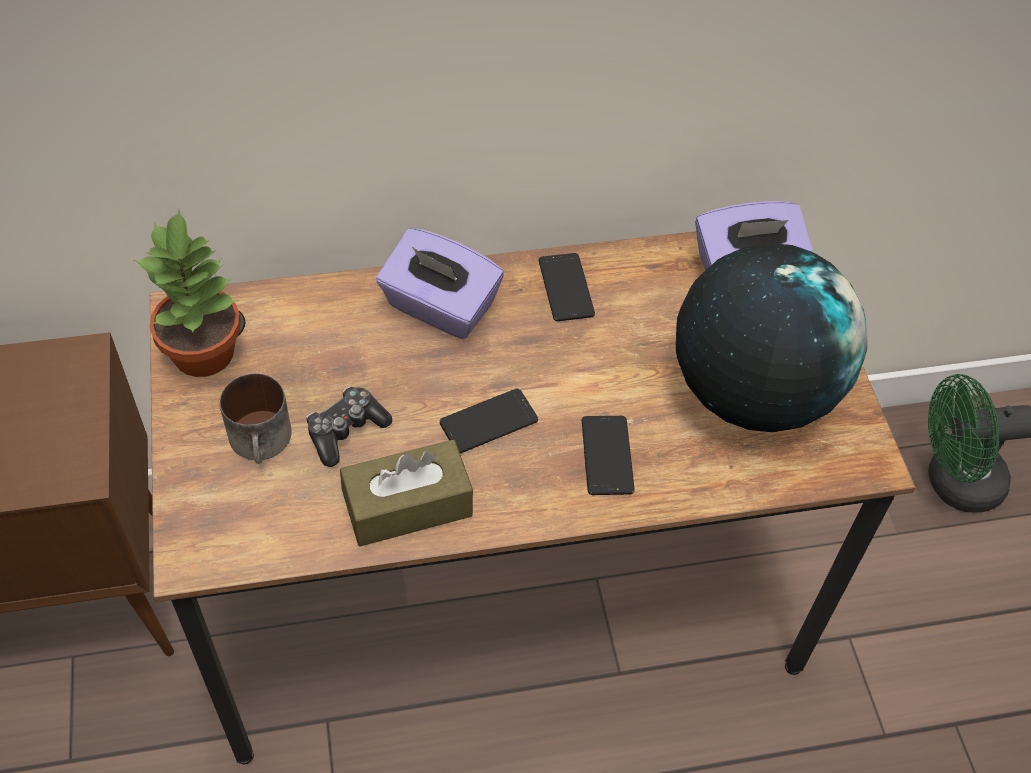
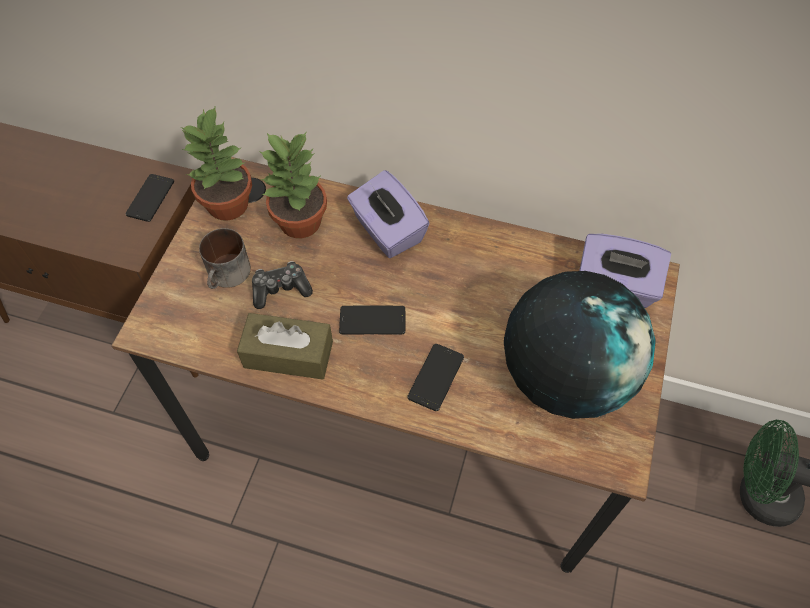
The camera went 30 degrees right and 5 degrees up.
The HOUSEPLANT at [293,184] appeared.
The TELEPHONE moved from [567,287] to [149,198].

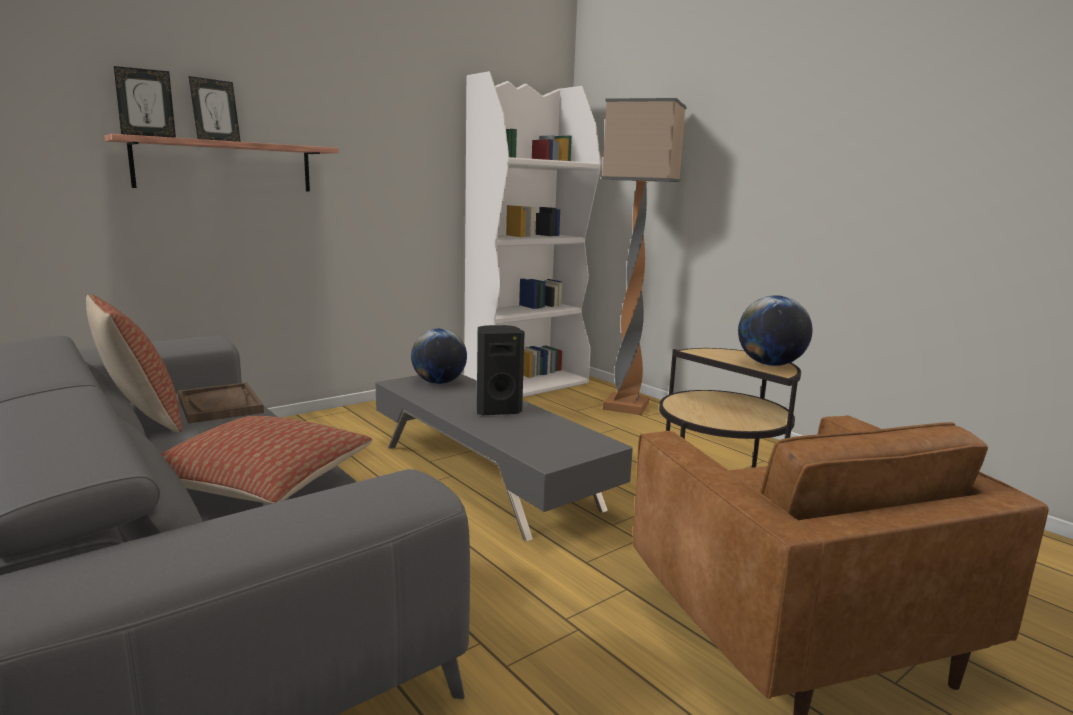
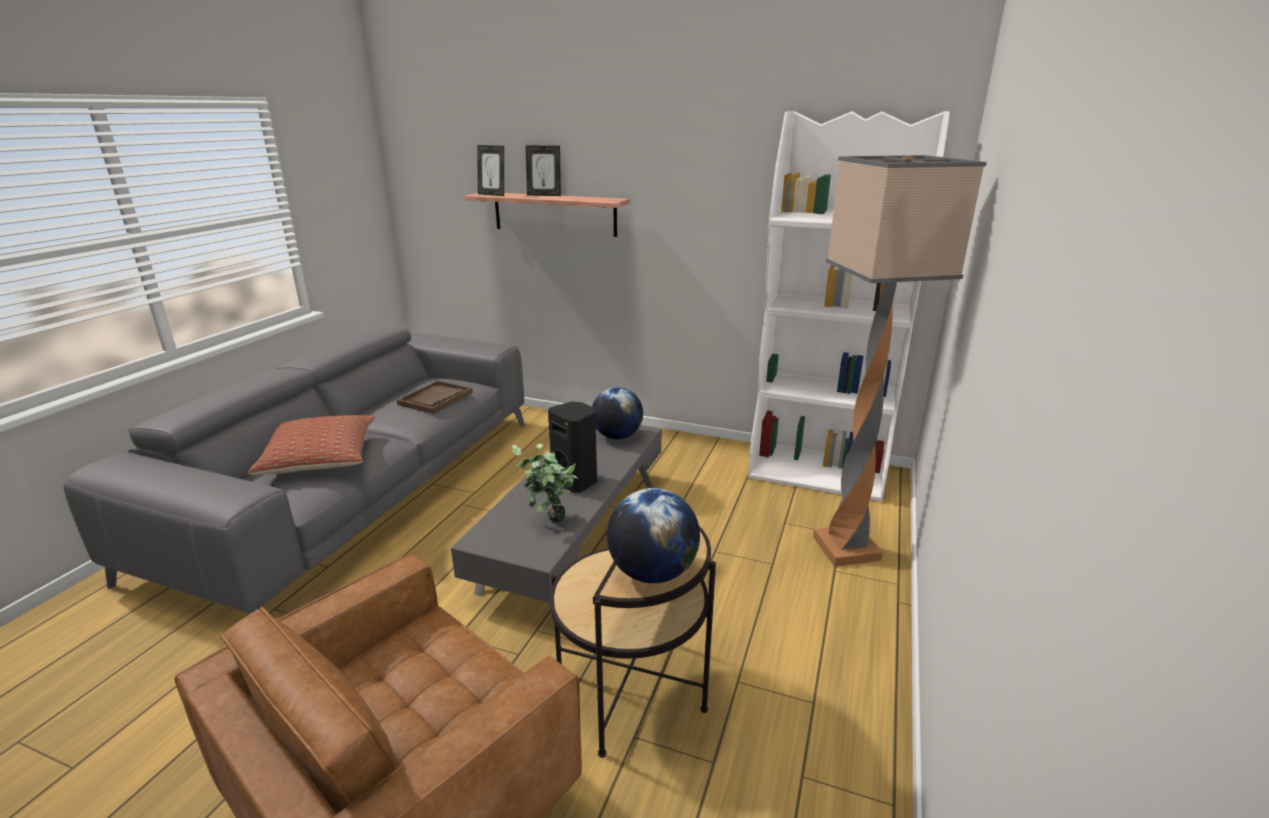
The camera went 60 degrees right and 10 degrees up.
The CUSHION at [134,363] disappeared.
The HOUSEPLANT at [546,483] appeared.

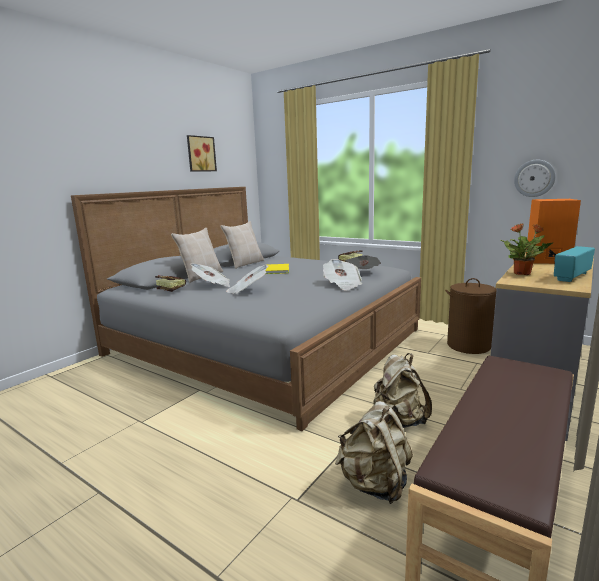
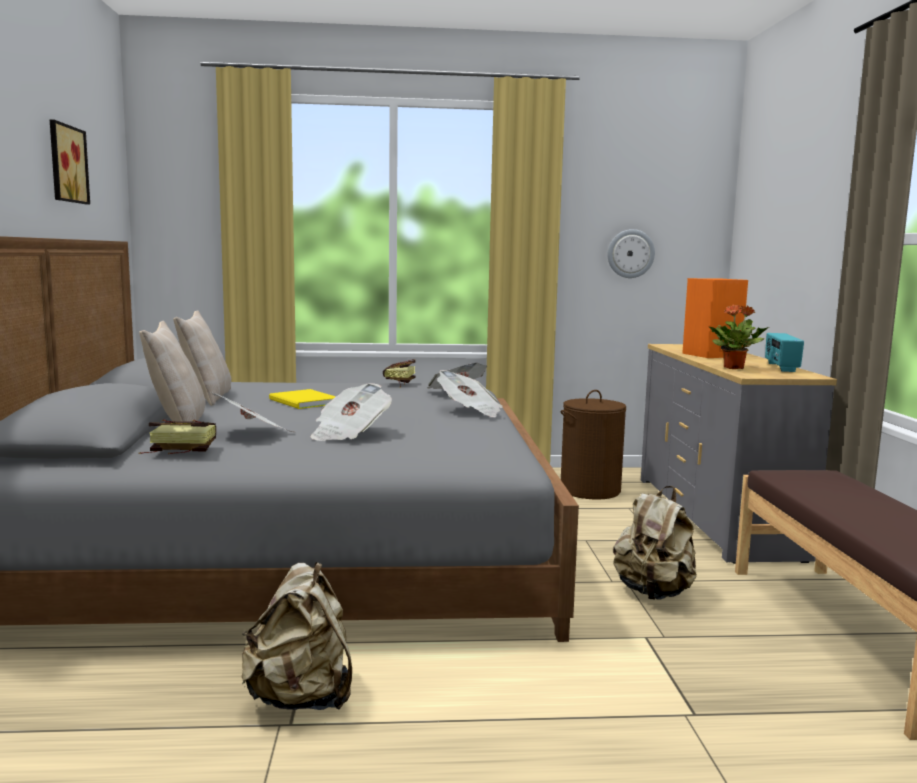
The camera went 40 degrees left and 5 degrees down.
The SAND-COLOURED BACKPACK moved from [374,452] to [297,636].

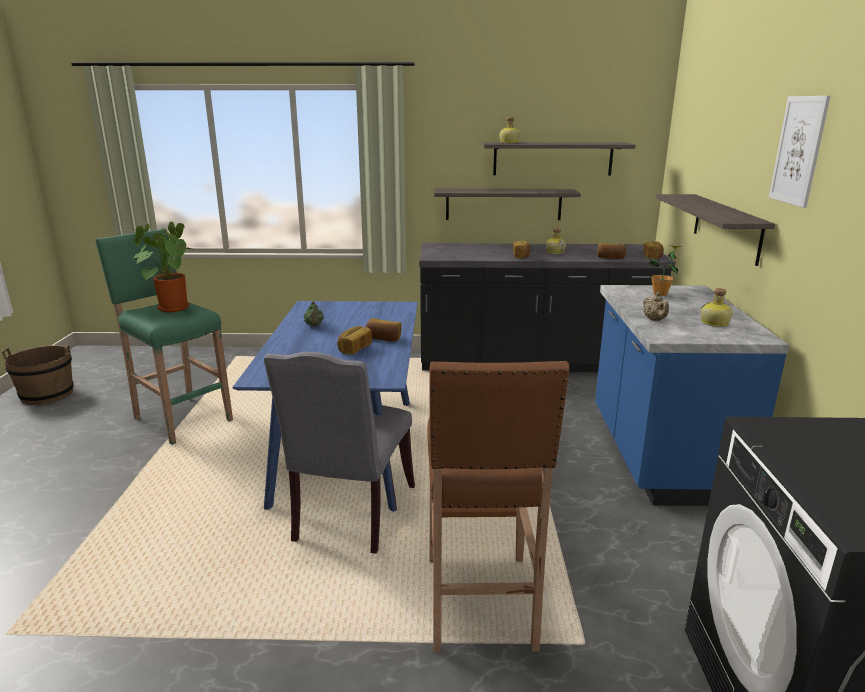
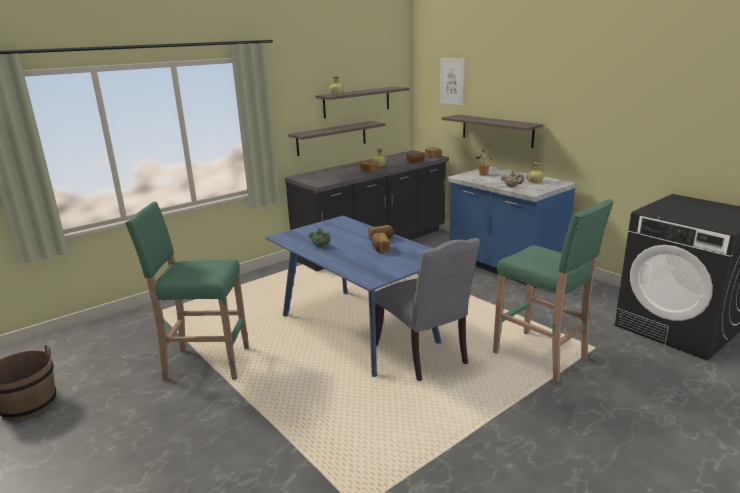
The camera went 40 degrees left and 0 degrees up.
The HOUSEPLANT at [164,267] disappeared.
The PICTURE moved from [799,152] to [452,81].
The BROWNISH STOOL at [499,507] became the GREEN STOOL at [553,290].

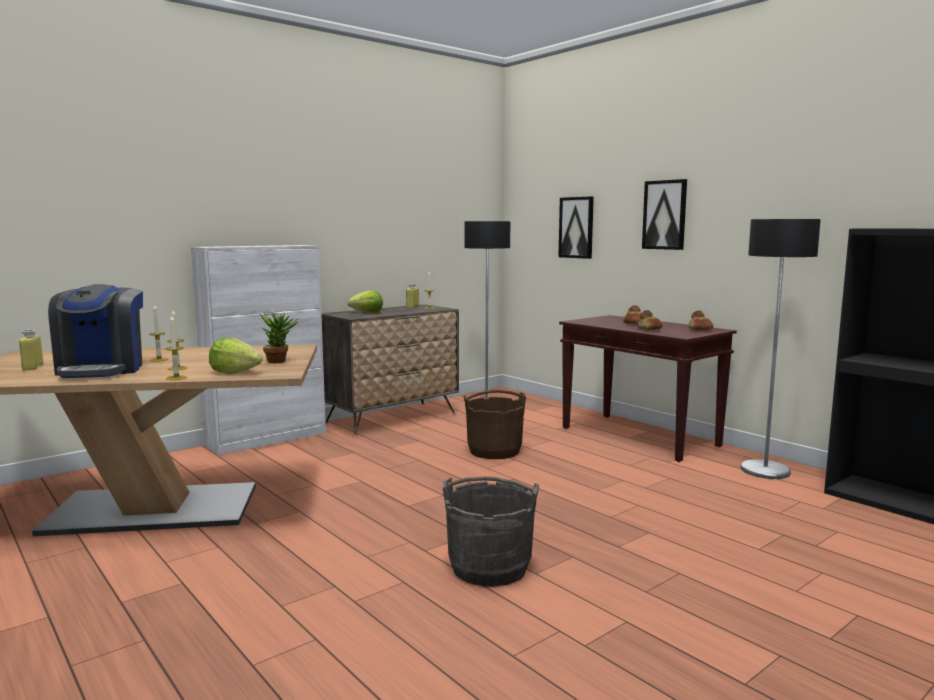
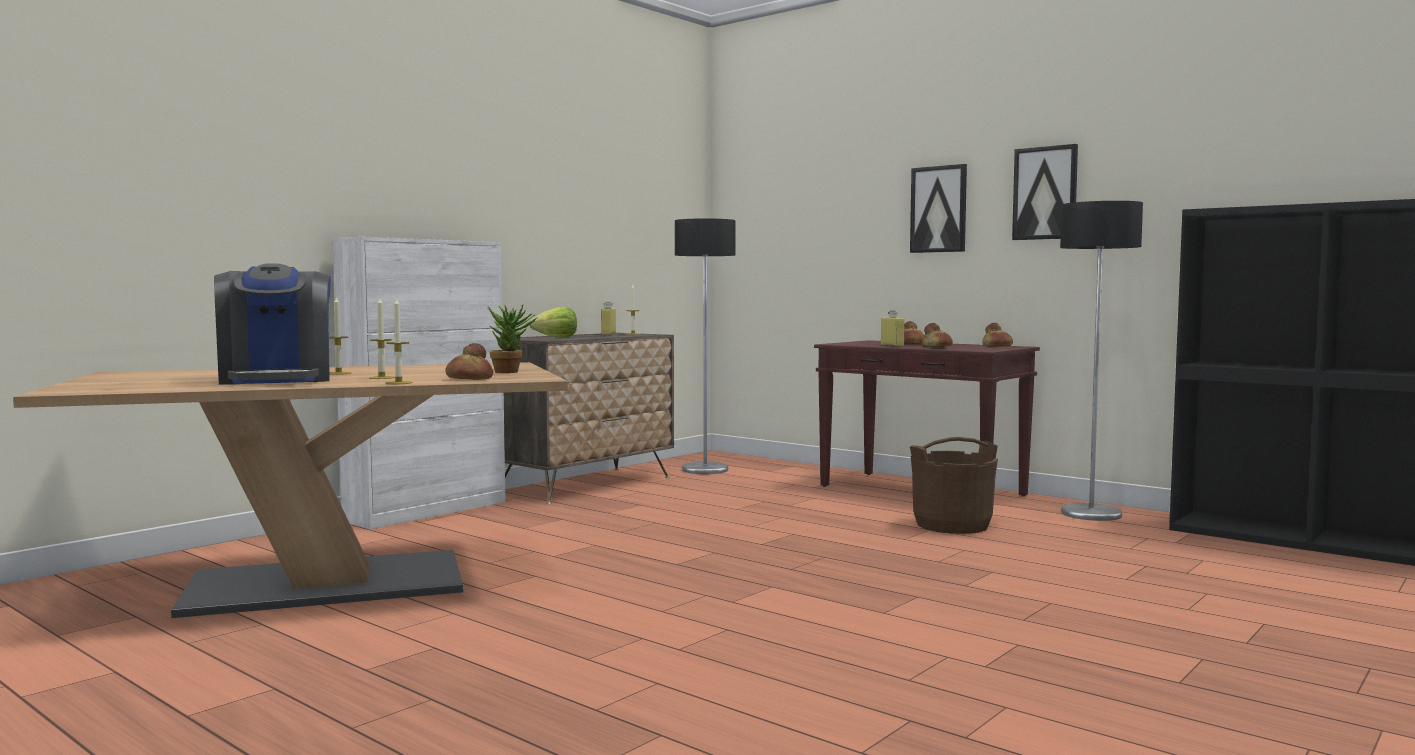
The camera went 10 degrees left and 5 degrees down.
The GREYISH BUCKET at [490,531] disappeared.
The YELLOW BEVERAGE BOTTLE moved from [31,349] to [892,328].
The BROWNISH BUCKET moved from [494,424] to [954,485].
The PICTURE moved from [576,227] to [1045,192].
The LETTUCE HEAD at [236,356] was replaced by the BREAD at [469,361].

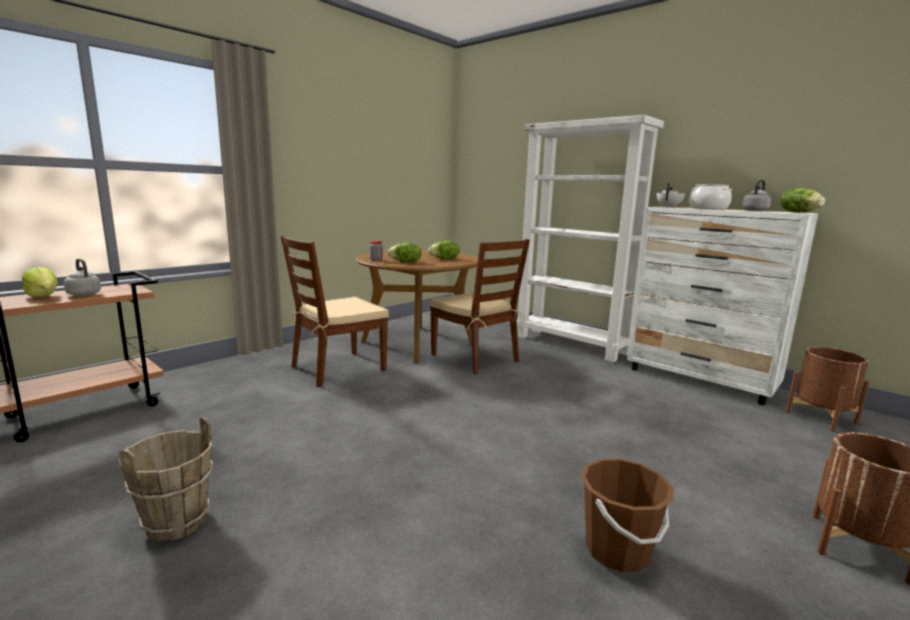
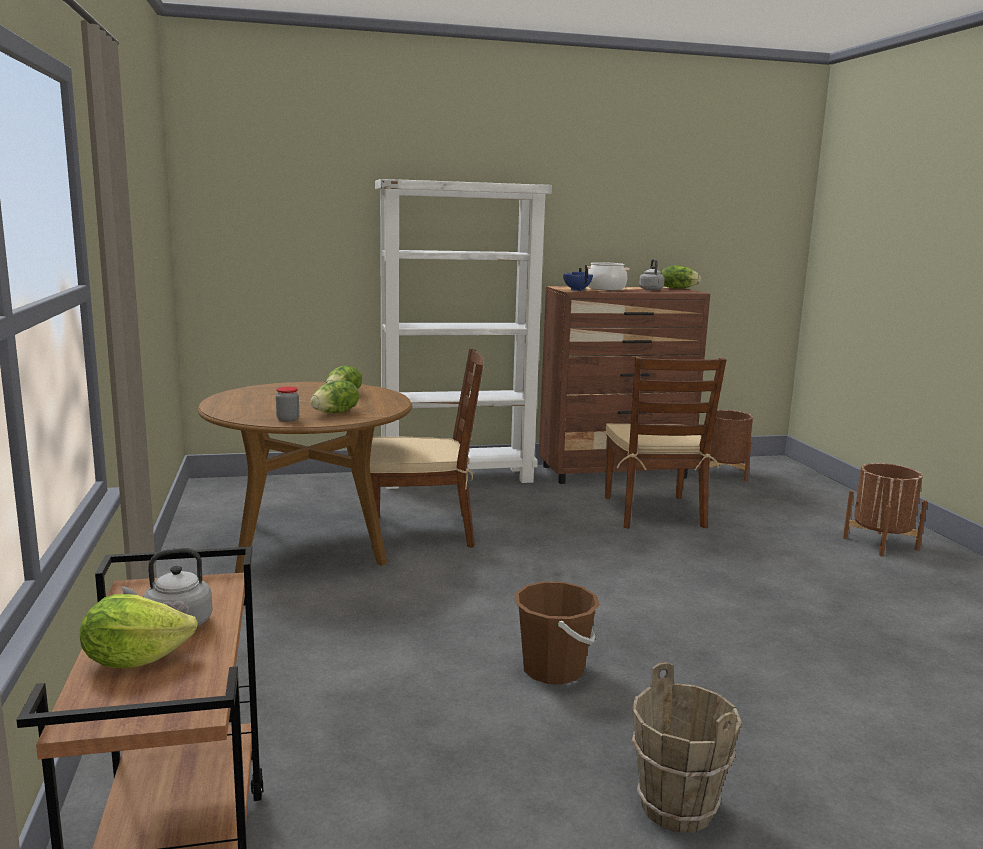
The camera went 55 degrees left and 0 degrees up.
The BROWNISH CHAIR moved from [335,311] to [665,442].
The BROWNISH BUCKET moved from [627,515] to [557,632].
The WHITE-COLOURED CHEST OF DRAWERS at [722,306] became the BROWNISH CHEST OF DRAWERS at [624,385].
The WHITE-COLOURED TEAPOT at [671,195] became the BLUE-COLOURED TEAPOT at [578,278].

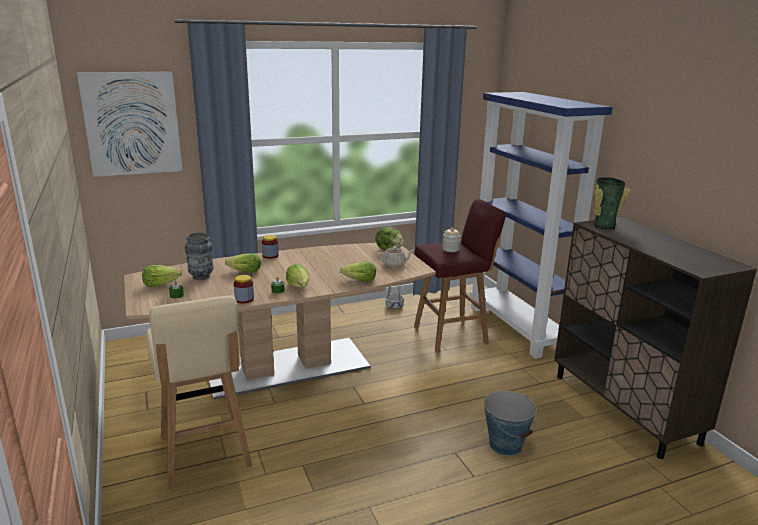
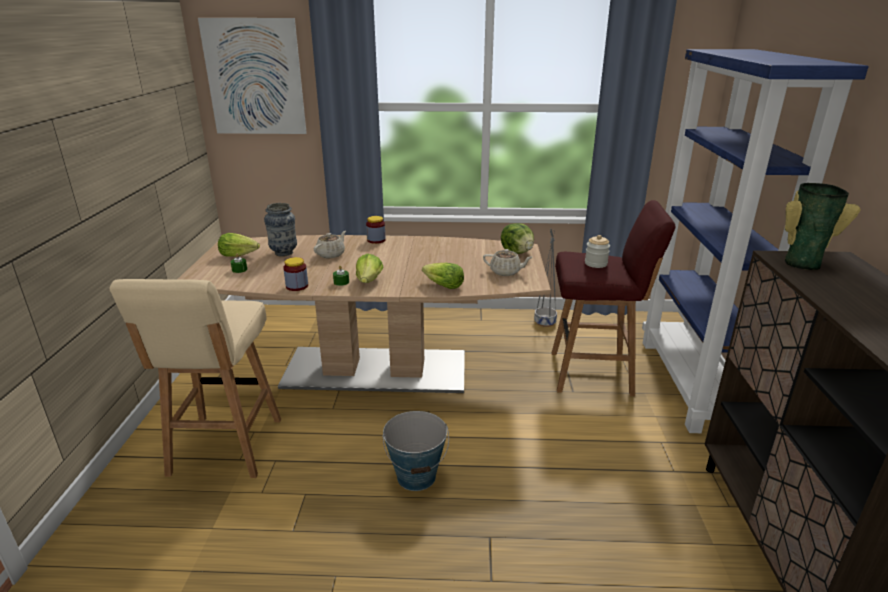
The camera went 25 degrees right and 5 degrees up.
The BUCKET moved from [510,423] to [415,451].
The LETTUCE HEAD at [243,263] was replaced by the SAND-COLOURED TEAPOT at [330,244].

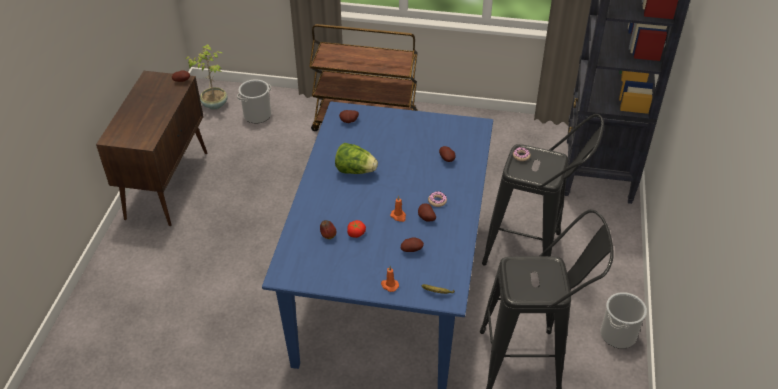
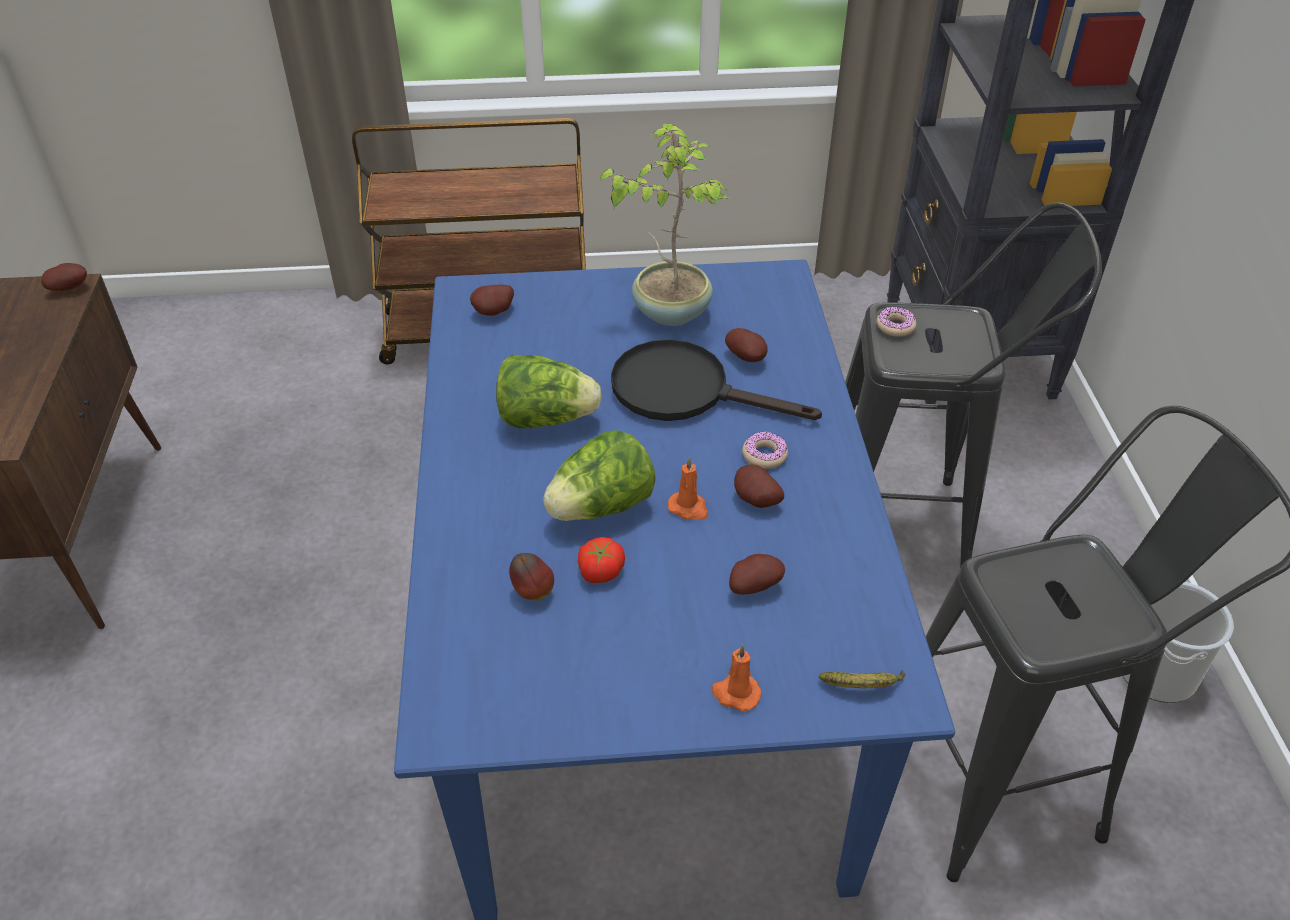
The camera went 15 degrees left and 0 degrees up.
The BUCKET at [254,101] disappeared.
The LETTUCE HEAD at [599,475] appeared.
The BLACK PAN at [716,380] appeared.
The HOUSEPLANT moved from [206,76] to [664,225].

